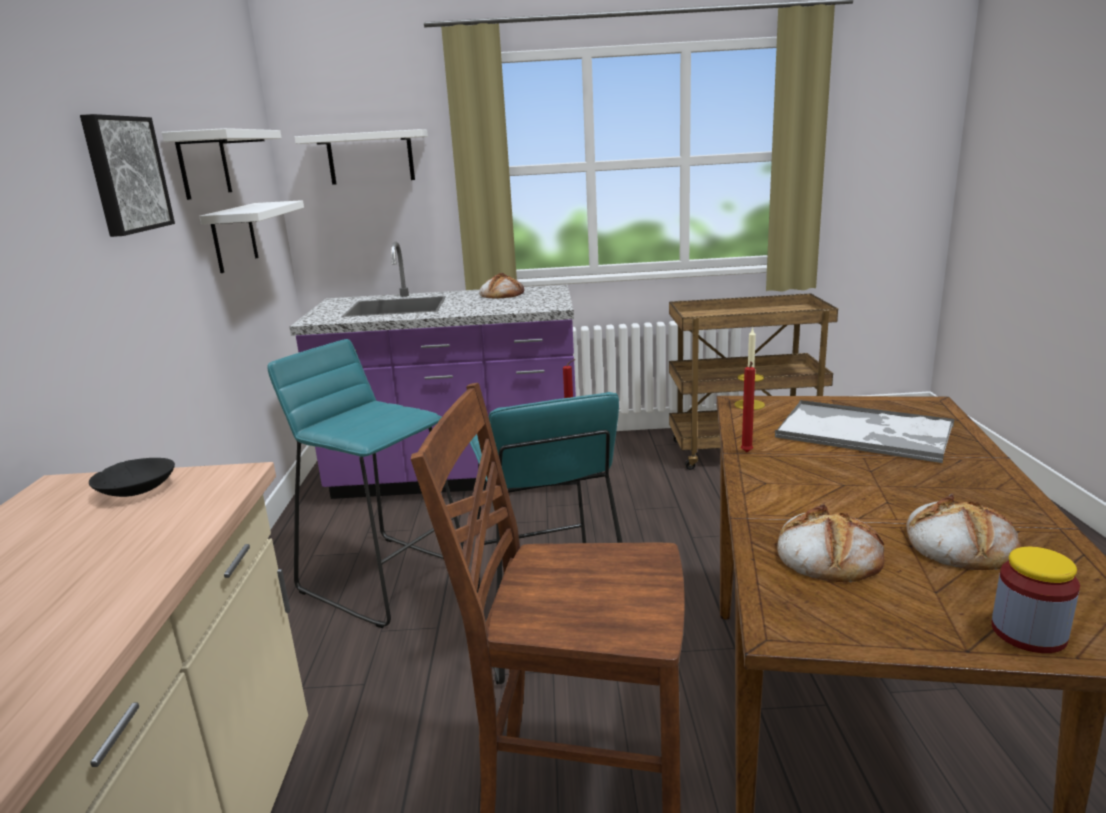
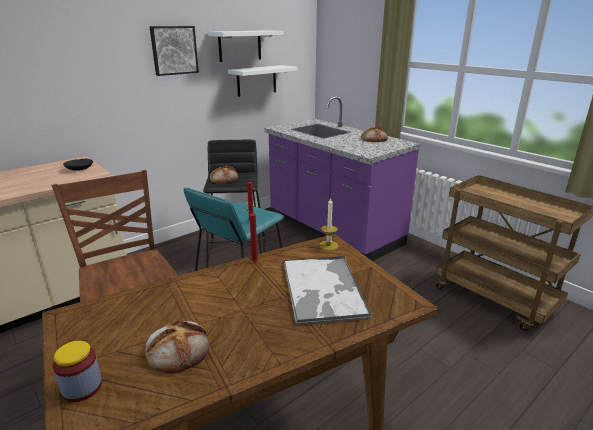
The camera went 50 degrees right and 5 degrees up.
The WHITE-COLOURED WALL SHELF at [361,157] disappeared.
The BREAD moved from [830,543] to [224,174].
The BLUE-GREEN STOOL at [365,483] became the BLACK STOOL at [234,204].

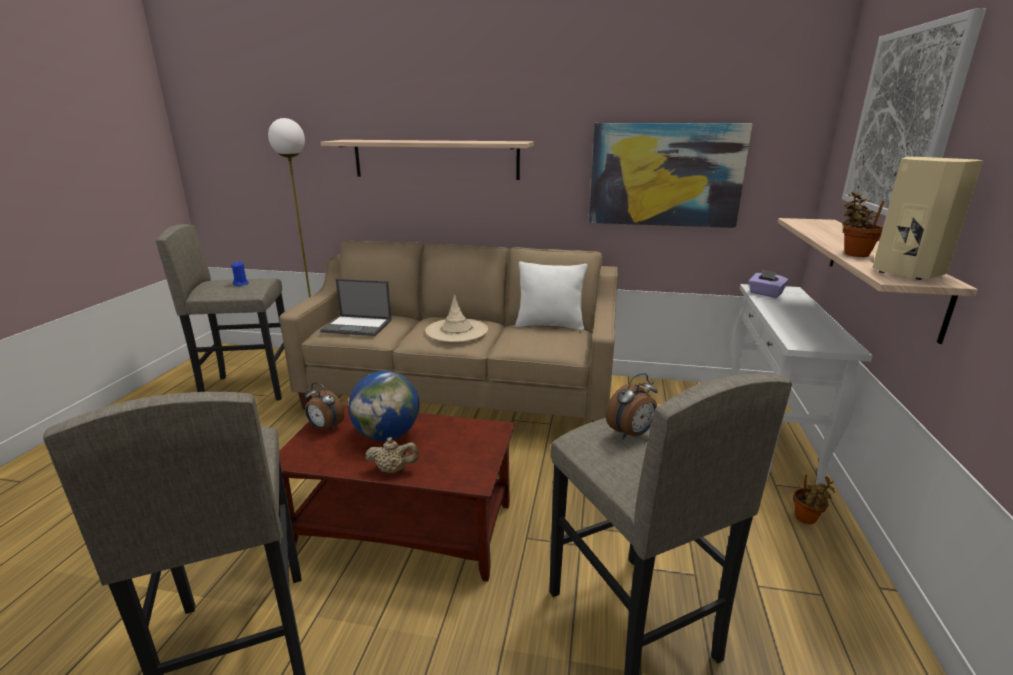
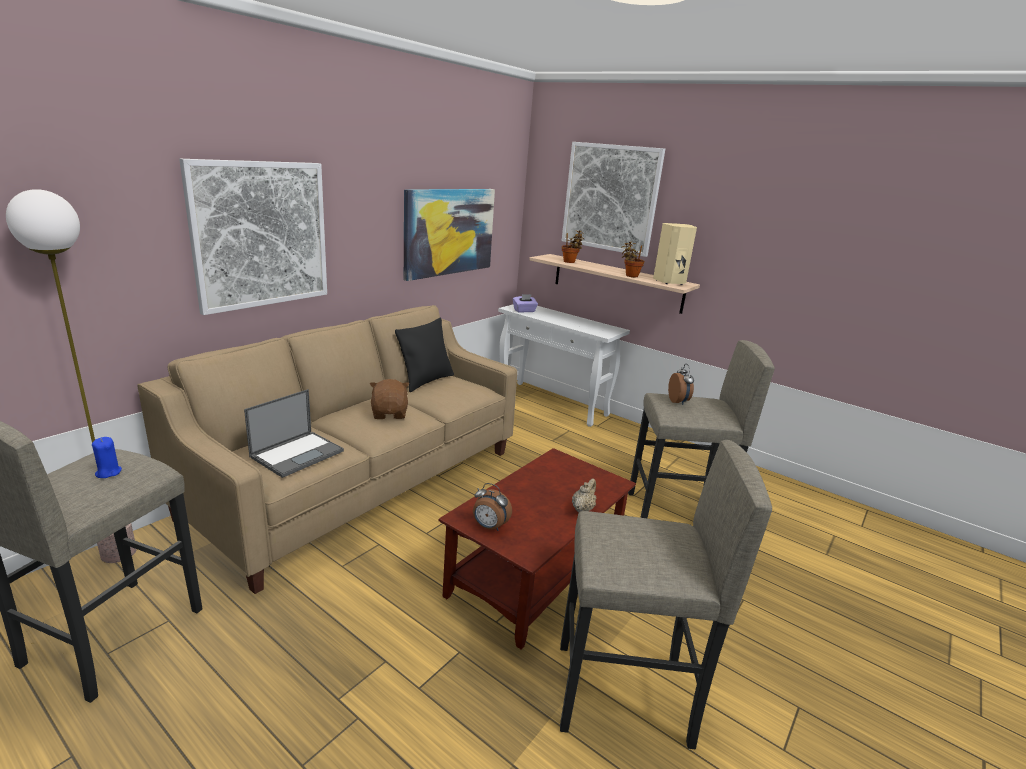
The camera went 65 degrees left and 0 degrees up.
The WORLD GLOBE at [383,406] disappeared.
The HOUSEPLANT moved from [814,499] to [573,246].
The WALL SHELF at [427,160] was replaced by the PICTURE at [253,237].
The SAND-COLOURED WEARABLE HAT at [457,318] was replaced by the BROWNISH SOFT TOY at [389,399].
The WHITE-COLOURED CUSHION at [551,296] became the BLACK CUSHION at [424,355].
The ALARM CLOCK at [325,407] turned 60 degrees clockwise.

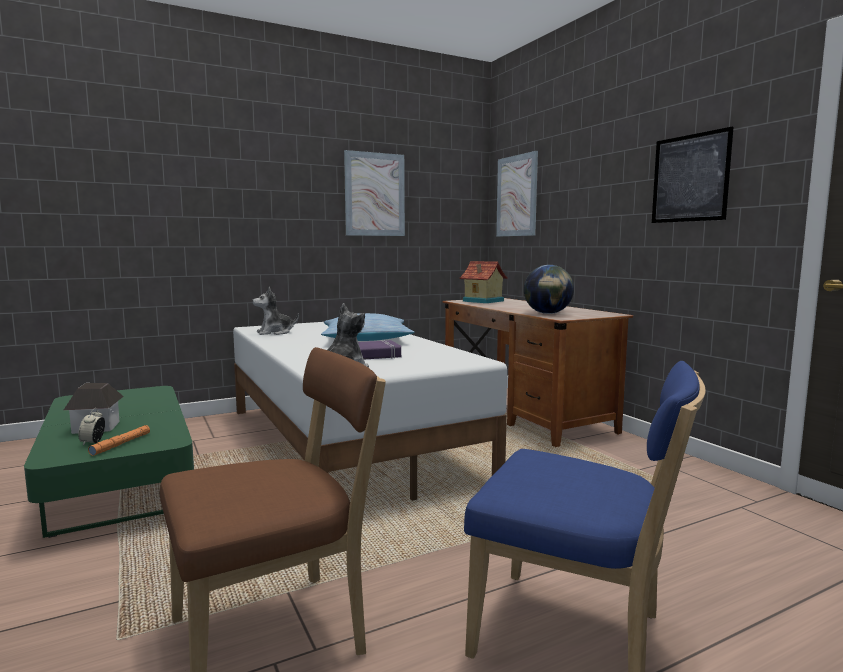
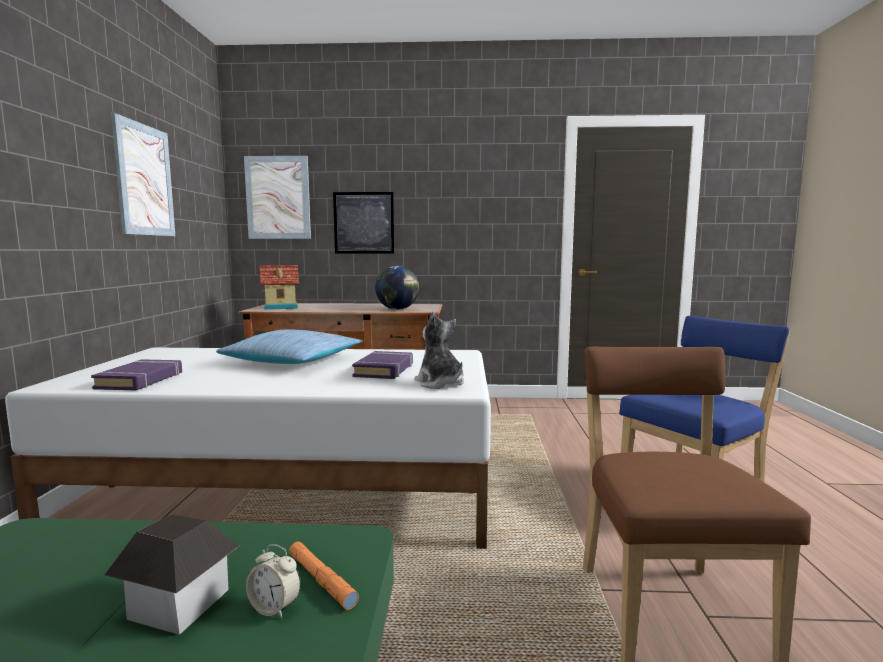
The camera went 60 degrees left and 0 degrees up.
The PICTURE moved from [693,175] to [363,222].
The SOFT TOY at [275,311] was replaced by the PURPLE BOUND BOOK at [136,374].

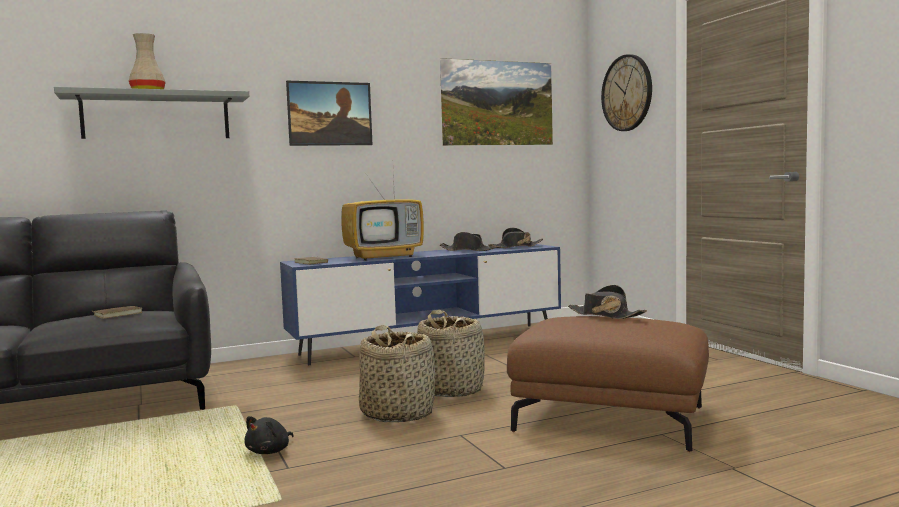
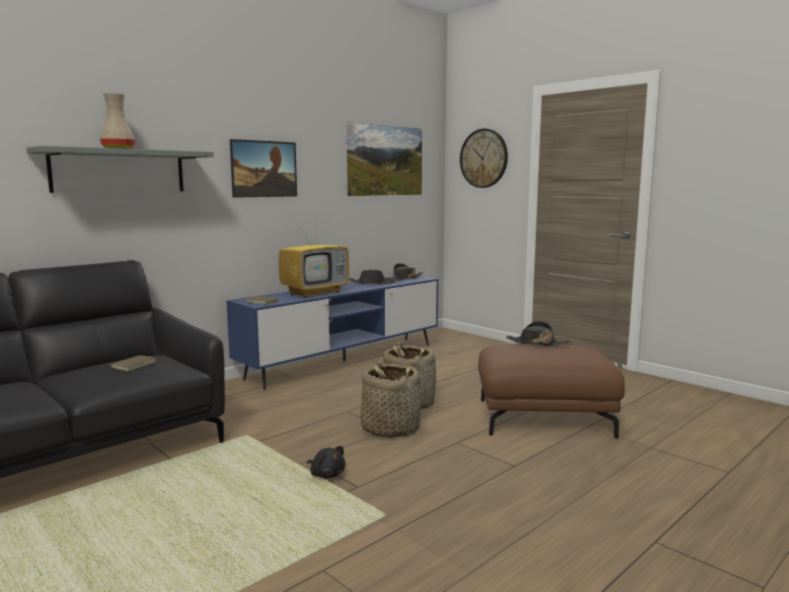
The camera went 20 degrees left and 5 degrees up.
The BLACK SOFT TOY at [269,435] turned 60 degrees counterclockwise.

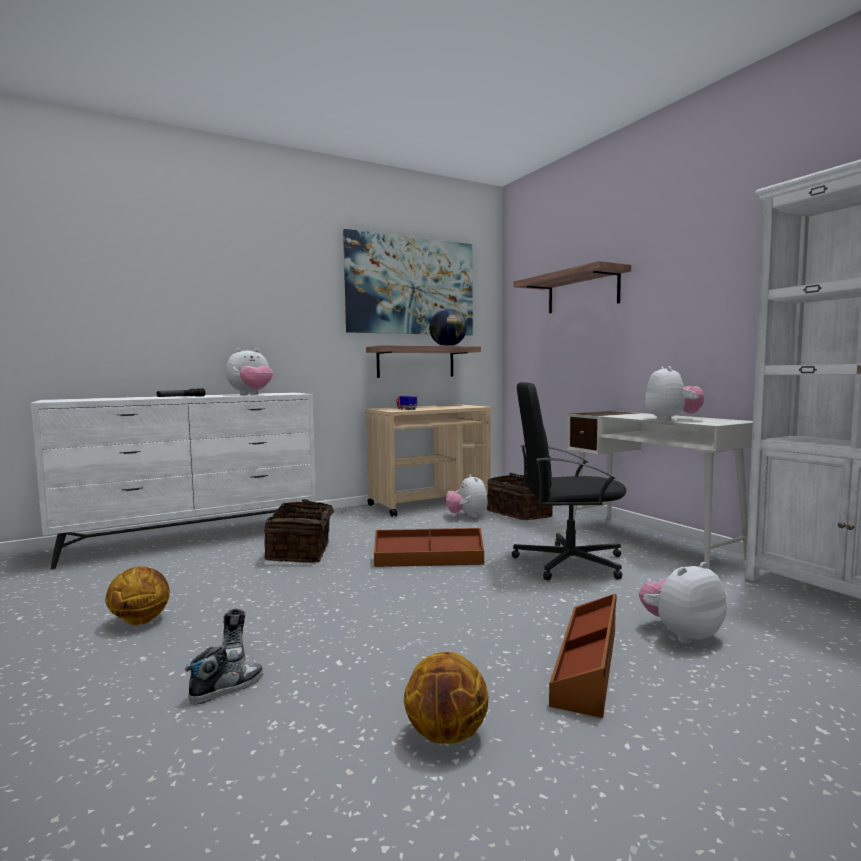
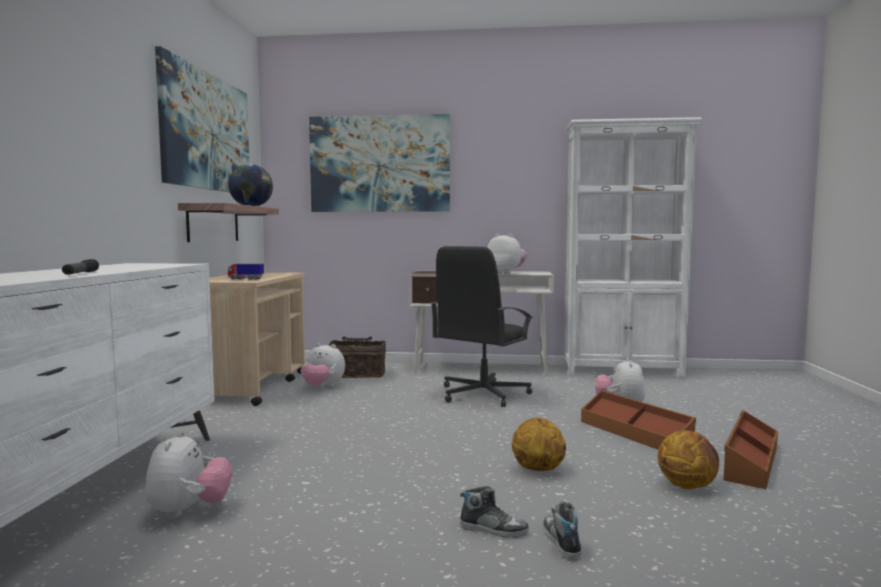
The camera went 55 degrees left and 0 degrees up.
The BASKET at [305,531] disappeared.
The BALL FOR BASKETBALL moved from [137,596] to [539,444].
The SOFT TOY moved from [249,371] to [188,474].
The BROWNISH STORAGE BIN moved from [429,547] to [751,449].
The WALL SHELF at [572,287] was replaced by the PICTURE at [379,163].

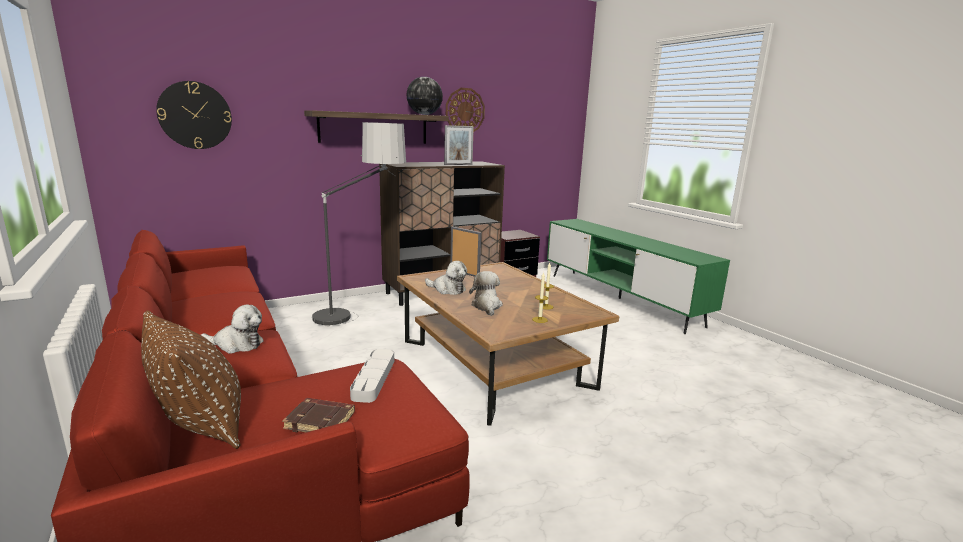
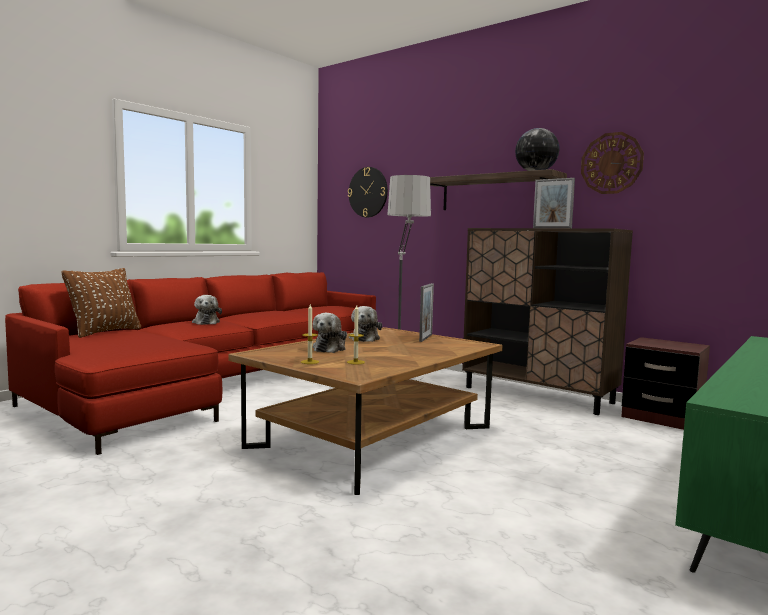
The camera went 70 degrees right and 10 degrees down.
The BROWNISH BOUND BOOK at [318,415] disappeared.
The GREYISH SERVING TRAY at [372,376] disappeared.
The SOFT TOY at [486,293] turned 135 degrees clockwise.

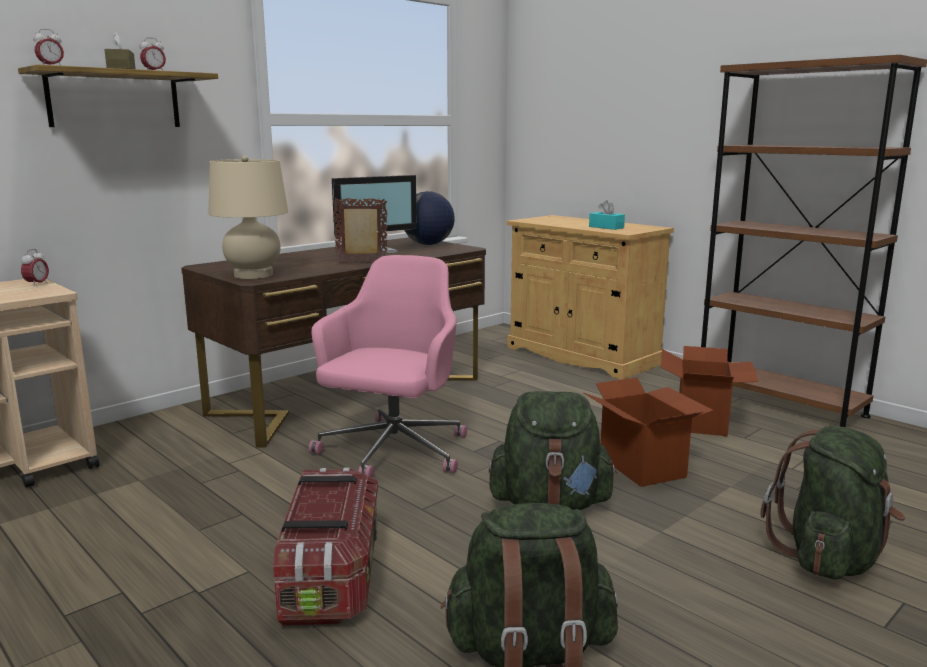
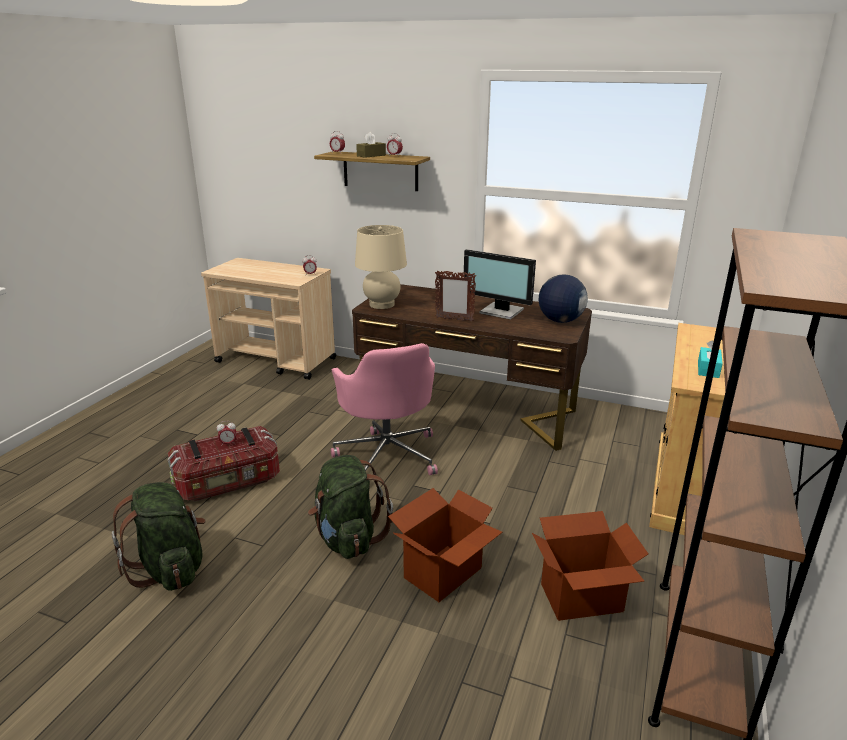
The camera went 65 degrees right and 10 degrees up.
The GREEN BACKPACK at [833,502] disappeared.
The ALARM CLOCK at [226,433] appeared.
The PINK DESK CHAIR at [388,366] turned 75 degrees clockwise.
The PHOTO FRAME at [360,230] turned 135 degrees clockwise.

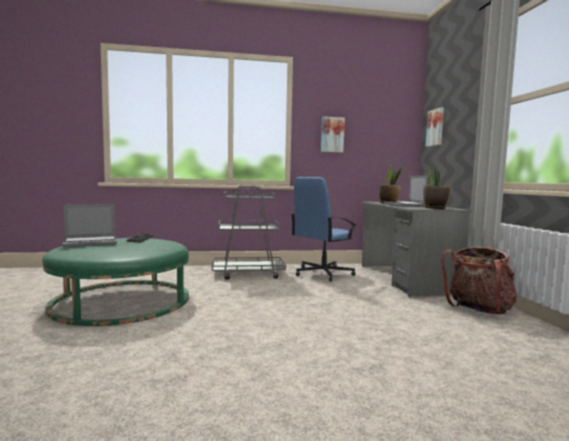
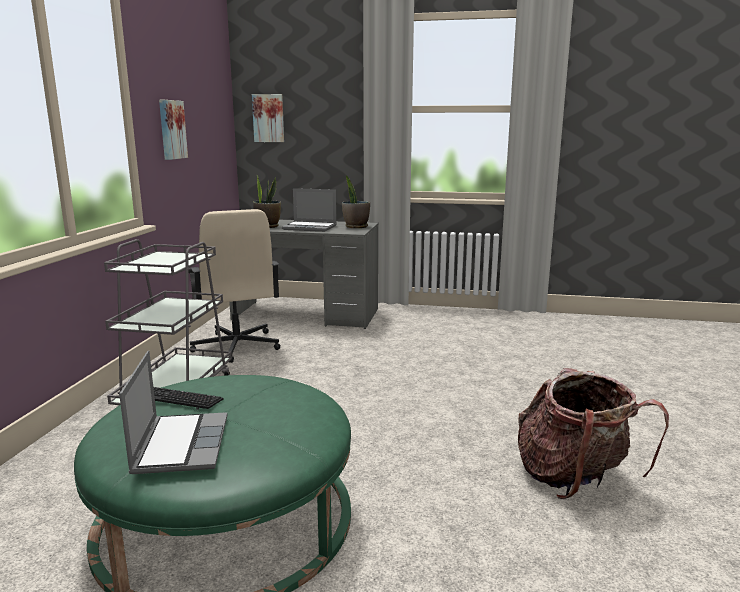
The camera went 70 degrees left and 10 degrees up.
The BACKPACK moved from [479,280] to [593,433].
The BLUE-COLOURED DESK CHAIR at [323,229] became the SAND-COLOURED DESK CHAIR at [234,286].

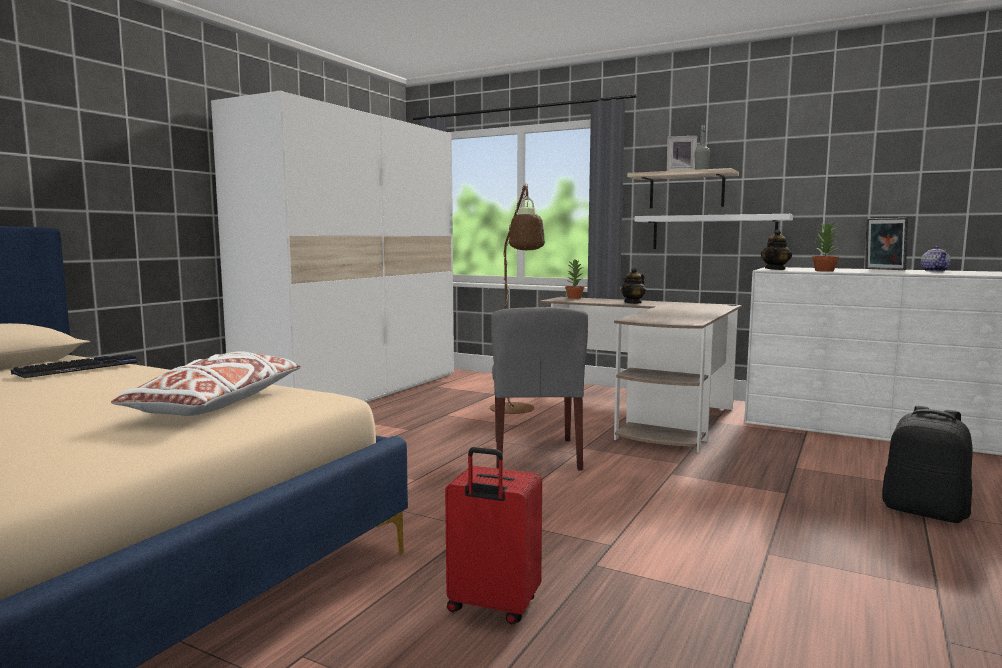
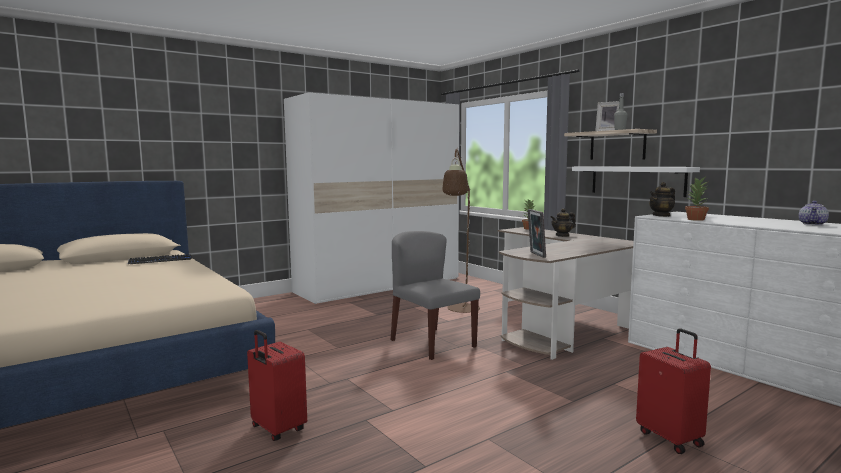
The camera went 25 degrees right and 0 degrees up.
The WHITE-COLOURED CUSHION at [206,383] disappeared.
The PHOTO FRAME moved from [886,244] to [537,233].
The BLACK BACKPACK at [927,464] was replaced by the REDDISH TRAVEL CASE at [673,391].
The GREYISH CHAIR at [539,388] turned 120 degrees clockwise.

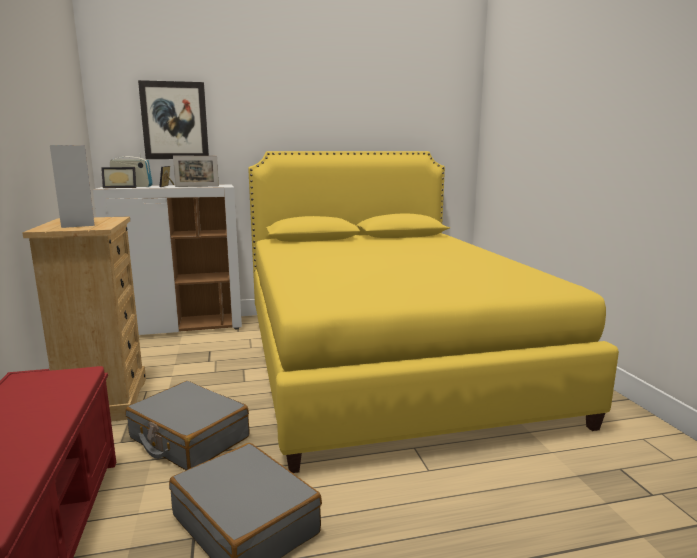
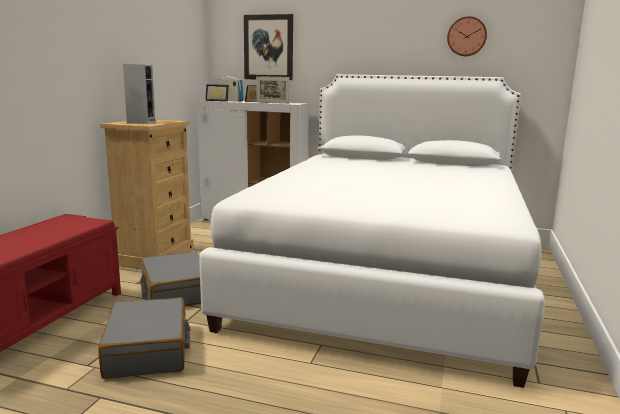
The camera went 30 degrees right and 0 degrees up.
The CLOCK ON THE WALL at [467,36] appeared.
The YELLOW SLEEPING BED at [433,312] became the WHITE-COLOURED SLEEPING BED at [372,231].

